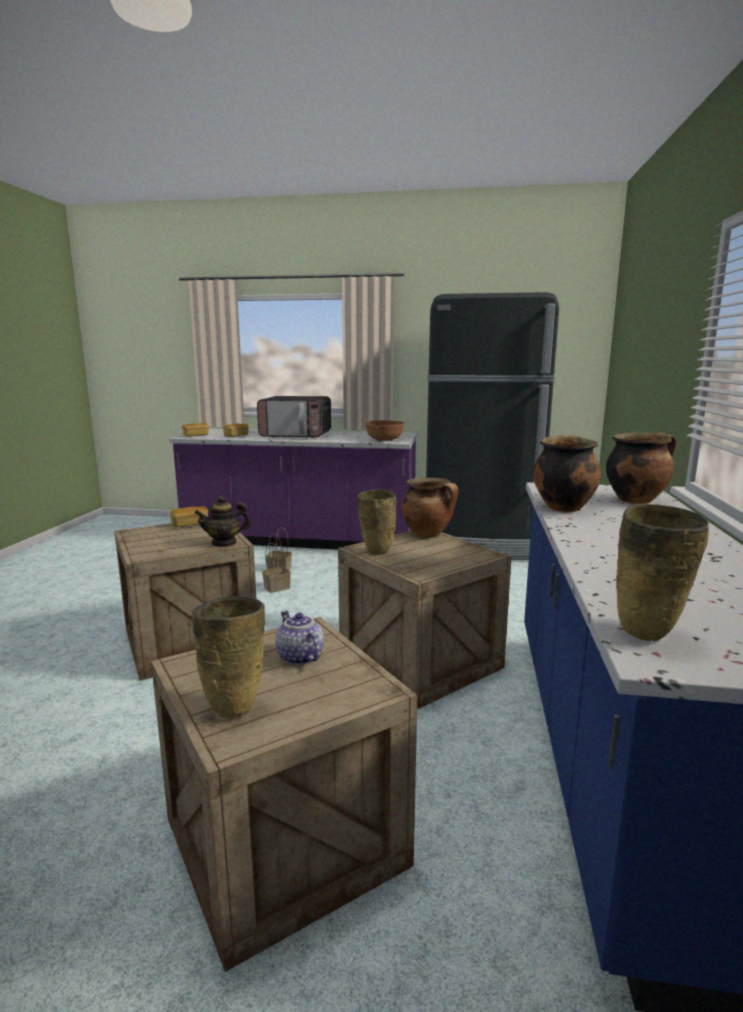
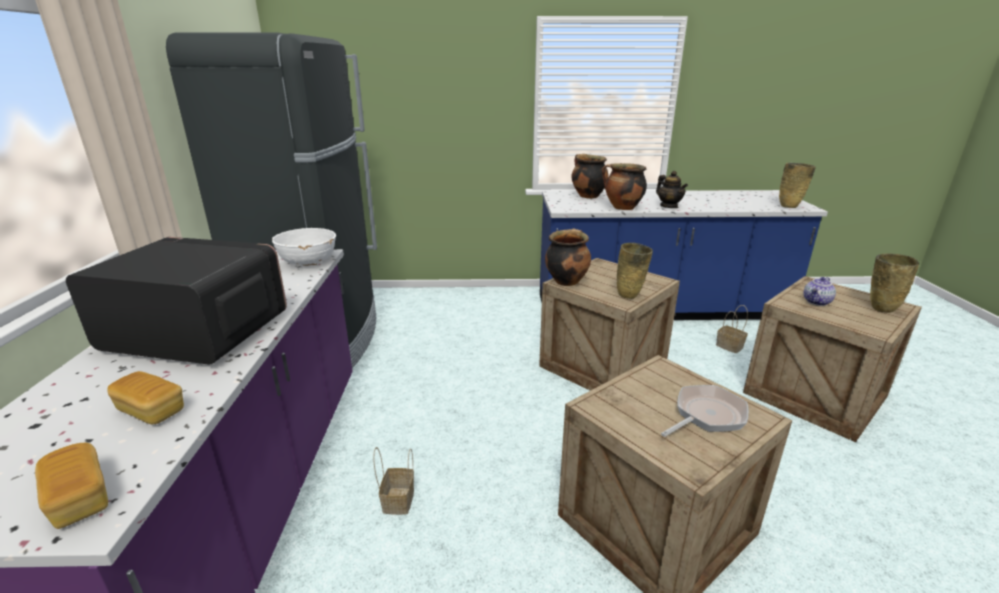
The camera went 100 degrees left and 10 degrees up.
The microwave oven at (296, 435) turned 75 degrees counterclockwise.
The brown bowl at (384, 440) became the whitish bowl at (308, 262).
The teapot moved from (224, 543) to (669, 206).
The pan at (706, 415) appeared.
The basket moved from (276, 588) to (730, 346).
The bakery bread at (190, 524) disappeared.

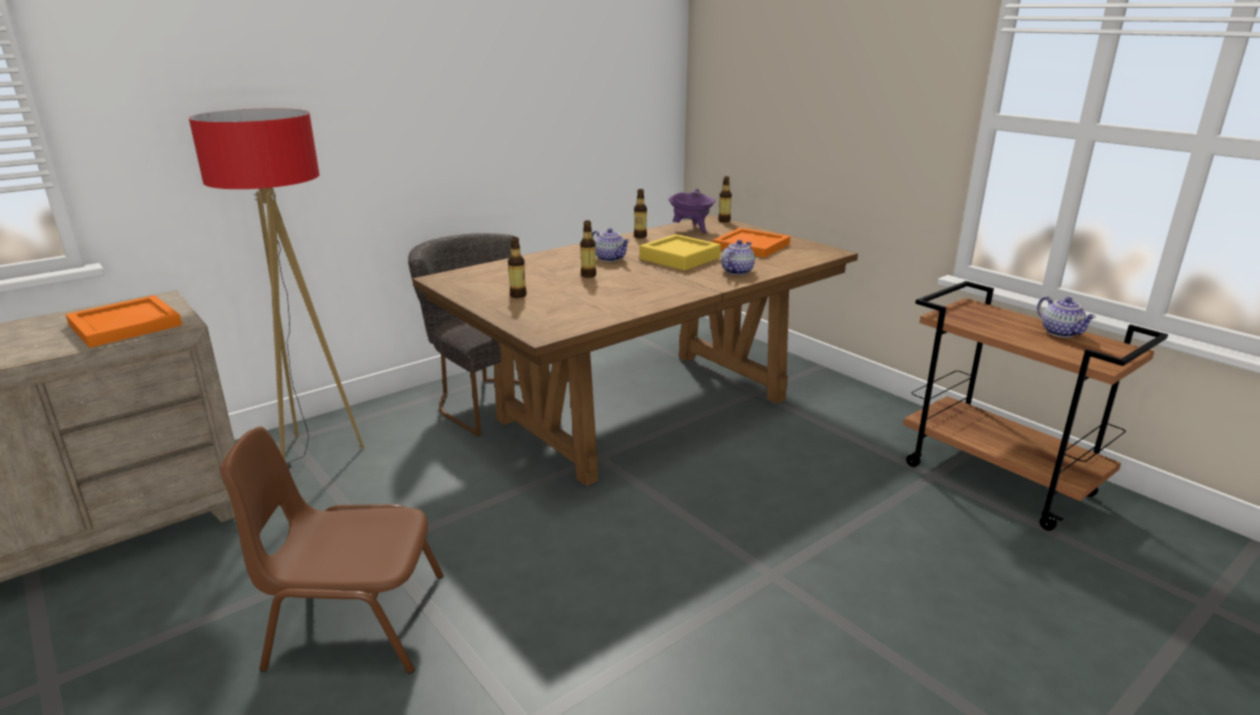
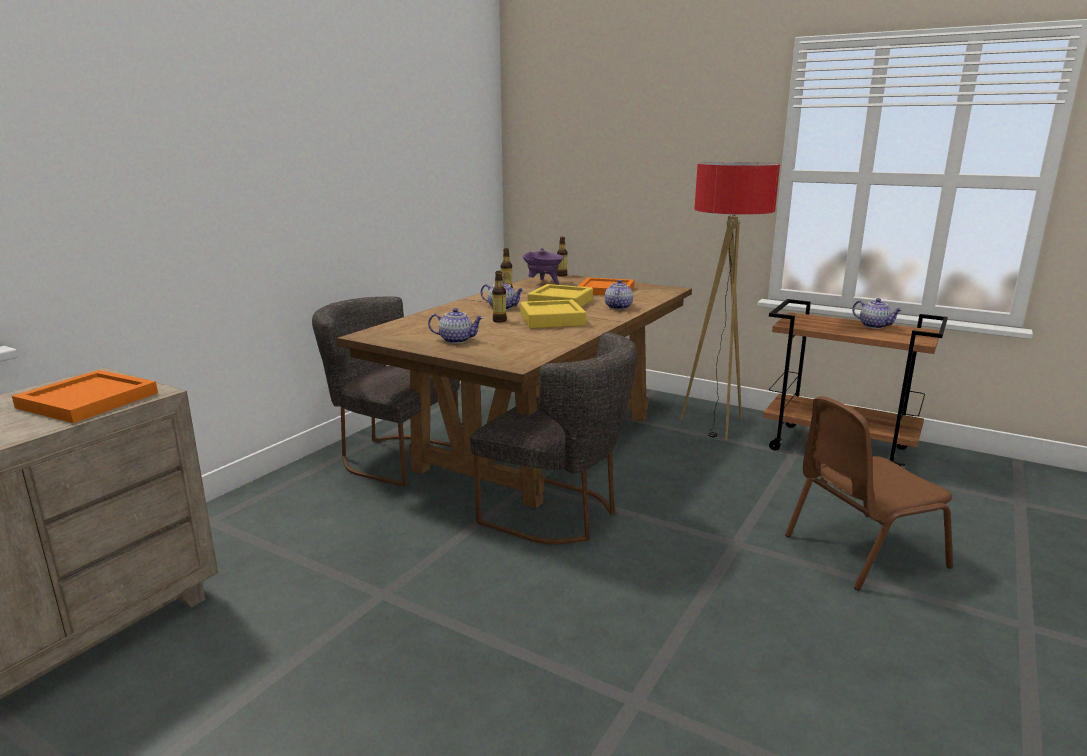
The camera went 20 degrees left and 5 degrees down.
The bottle at (518, 295) was replaced by the teapot at (457, 340).
The greyish plain chair at (558, 514) appeared.
The yellowish tray at (552, 320) appeared.
The standard lamp moved from (314, 454) to (715, 426).
The brown plain chair moved from (355, 621) to (861, 550).

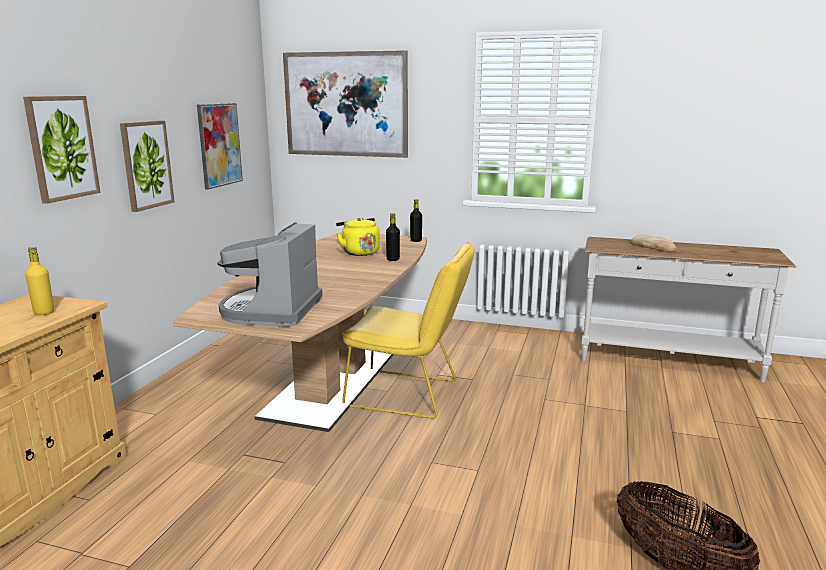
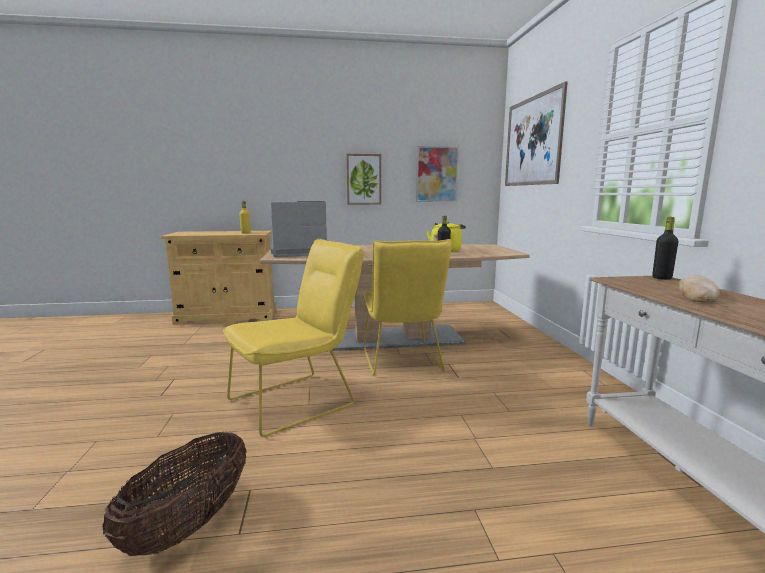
The camera went 65 degrees right and 5 degrees down.
The yellowish plain chair at (299, 400) appeared.
The black-coloured bottle moved from (416, 240) to (662, 278).
The picture at (62, 148) disappeared.

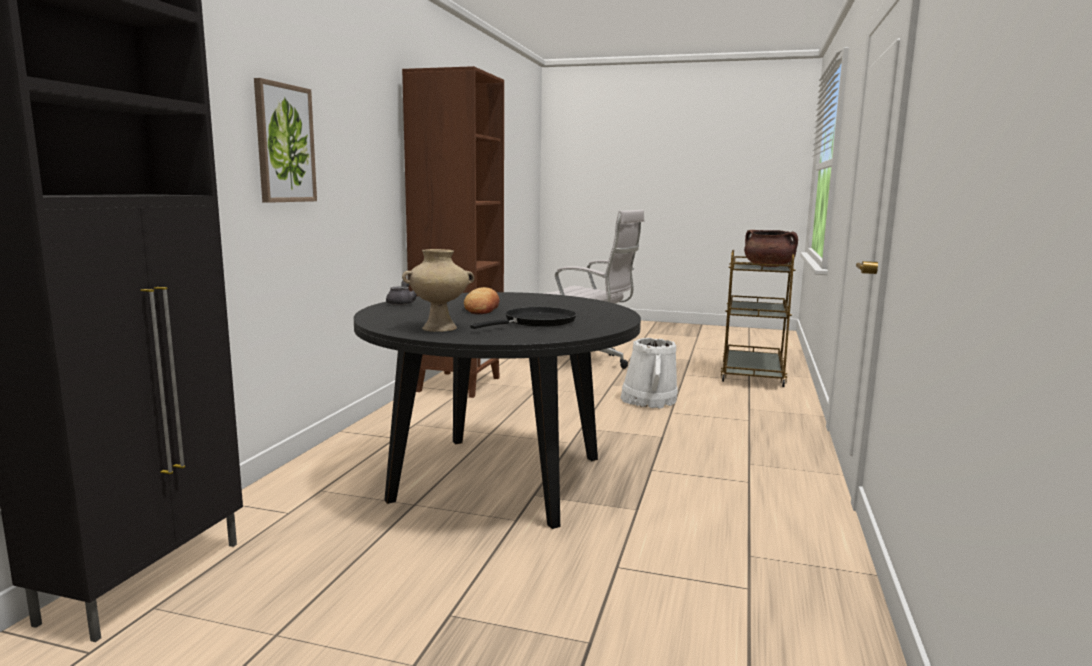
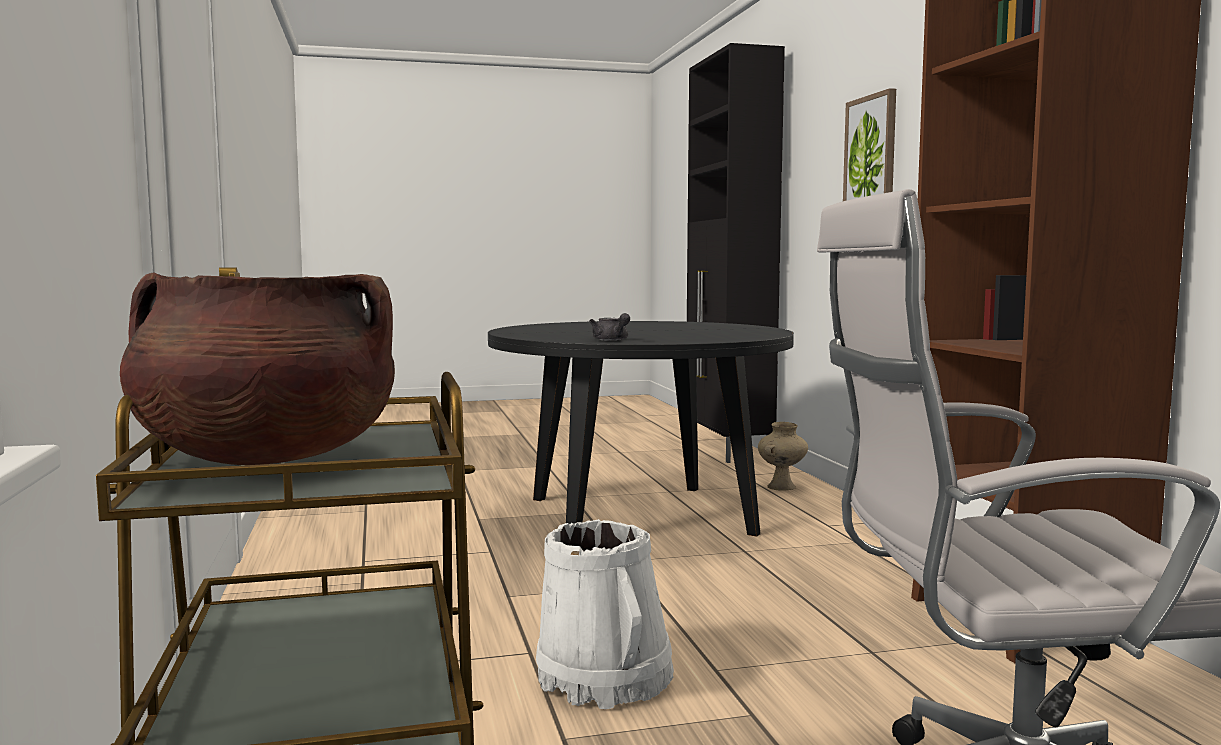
The camera went 150 degrees right and 5 degrees down.
The greyish teapot moved from (402, 303) to (612, 340).
The sand-coloured decorative vase moved from (440, 328) to (781, 487).
The bakery bread at (483, 308) disappeared.
The black-coloured pan at (536, 322) disappeared.

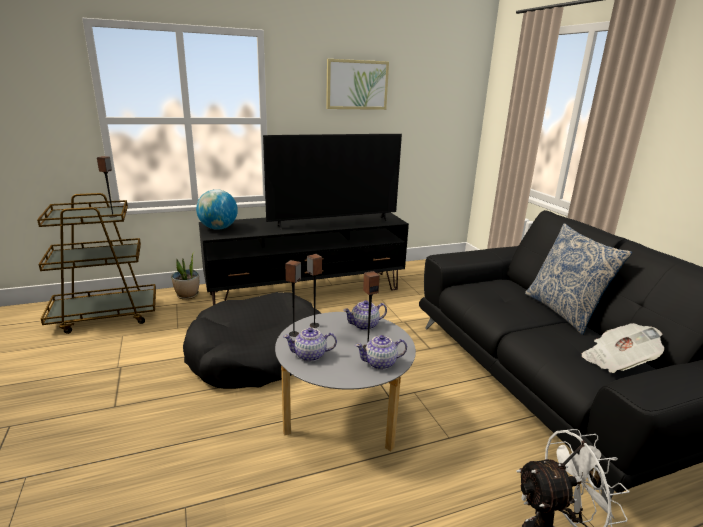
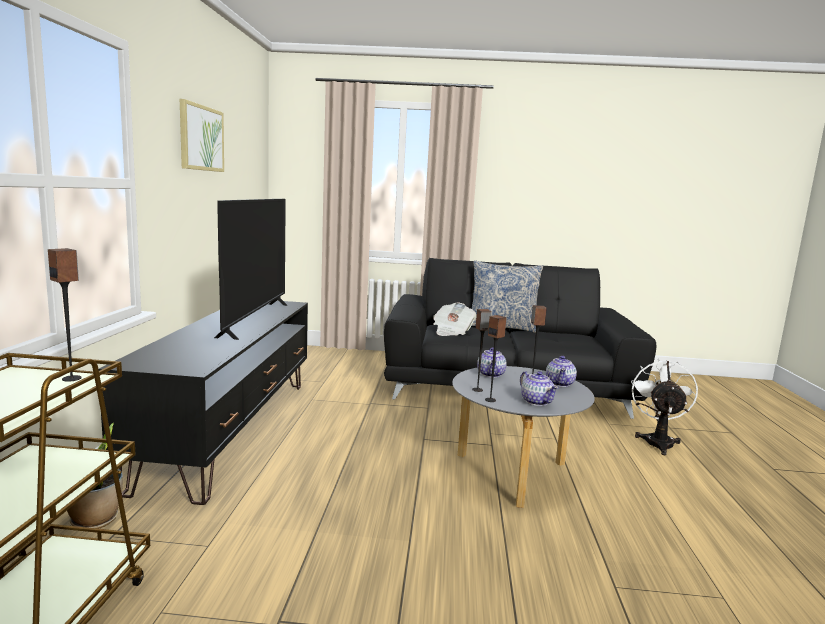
The camera went 65 degrees left and 10 degrees down.
The newspaper moved from (617, 362) to (452, 331).
The teapot at (310, 355) turned 45 degrees counterclockwise.
The black-coloured pet bed at (257, 355) disappeared.
The desk globe at (218, 228) disappeared.

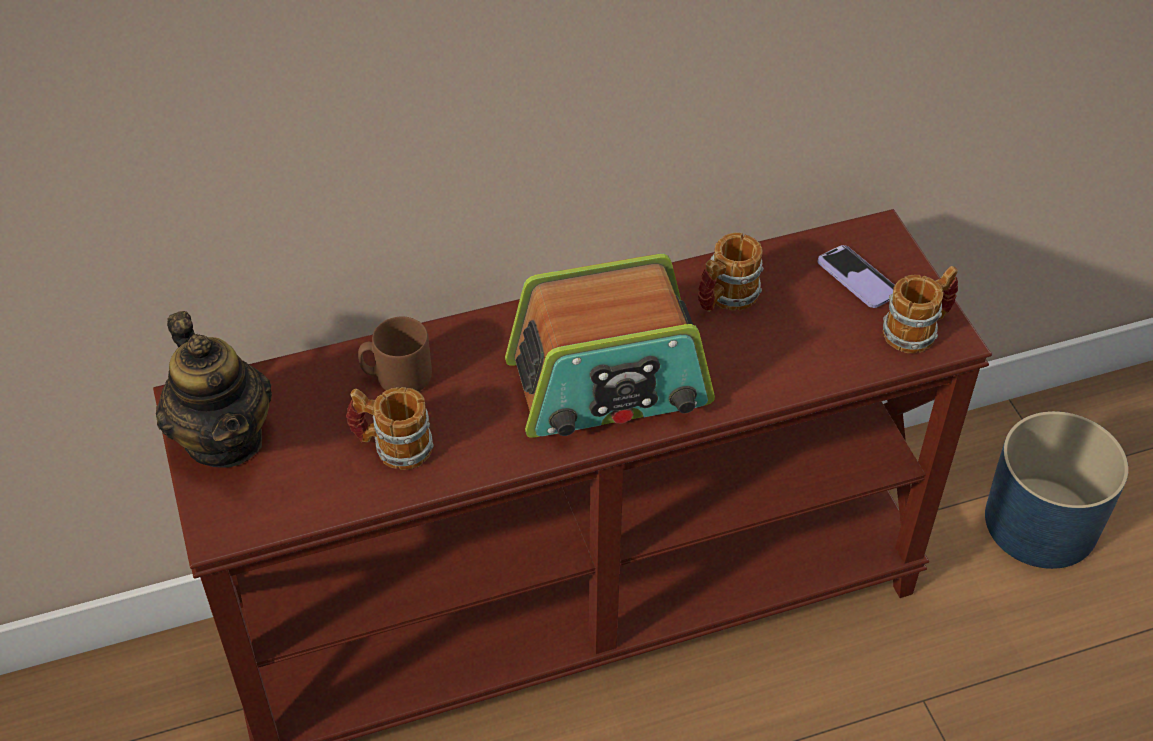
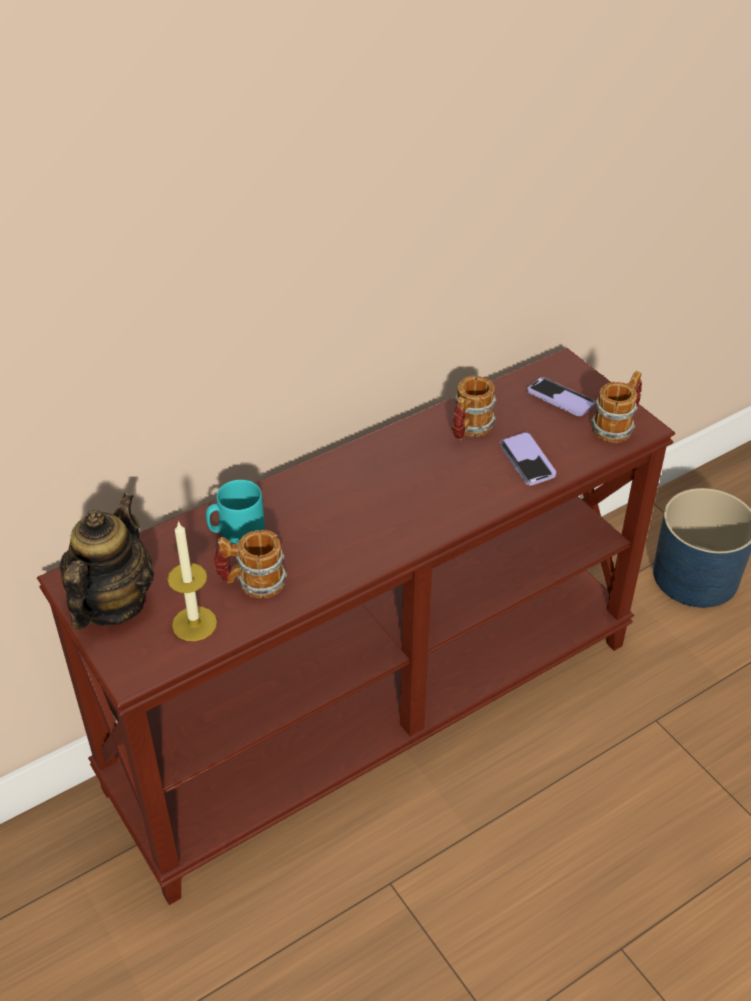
The camera went 15 degrees left and 5 degrees down.
The teapot at (225, 439) turned 120 degrees counterclockwise.
The wax light at (194, 624) appeared.
The brown mug at (397, 376) became the turquoise-coloured mug at (236, 531).
The phone at (527, 461) appeared.
The radio set at (609, 385) disappeared.

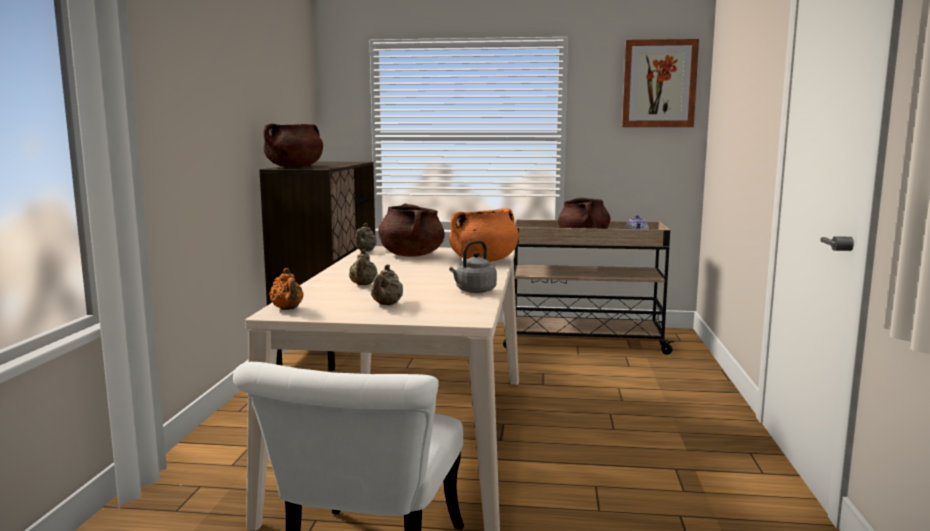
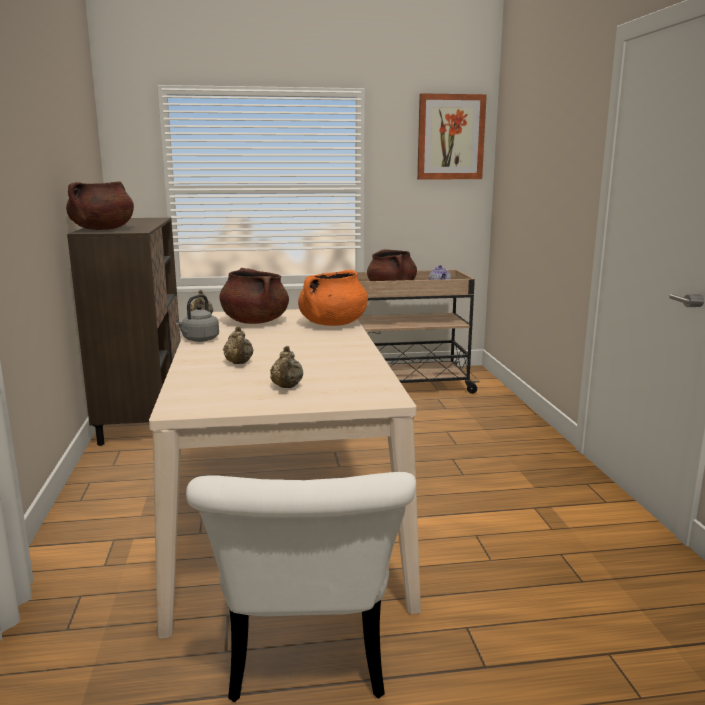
The camera went 15 degrees left and 5 degrees up.
The greyish tea kettle moved from (474, 291) to (199, 340).
The orange-coloured teapot at (287, 309) disappeared.

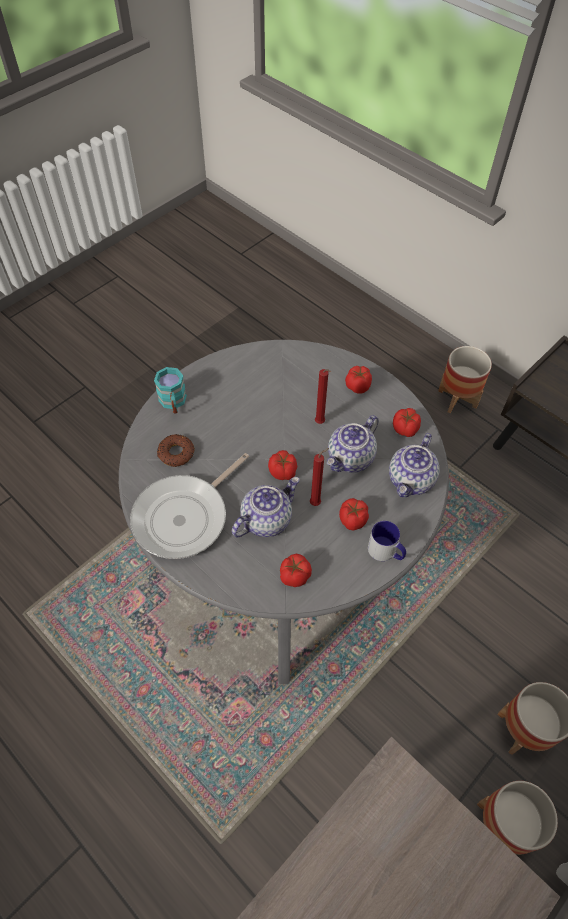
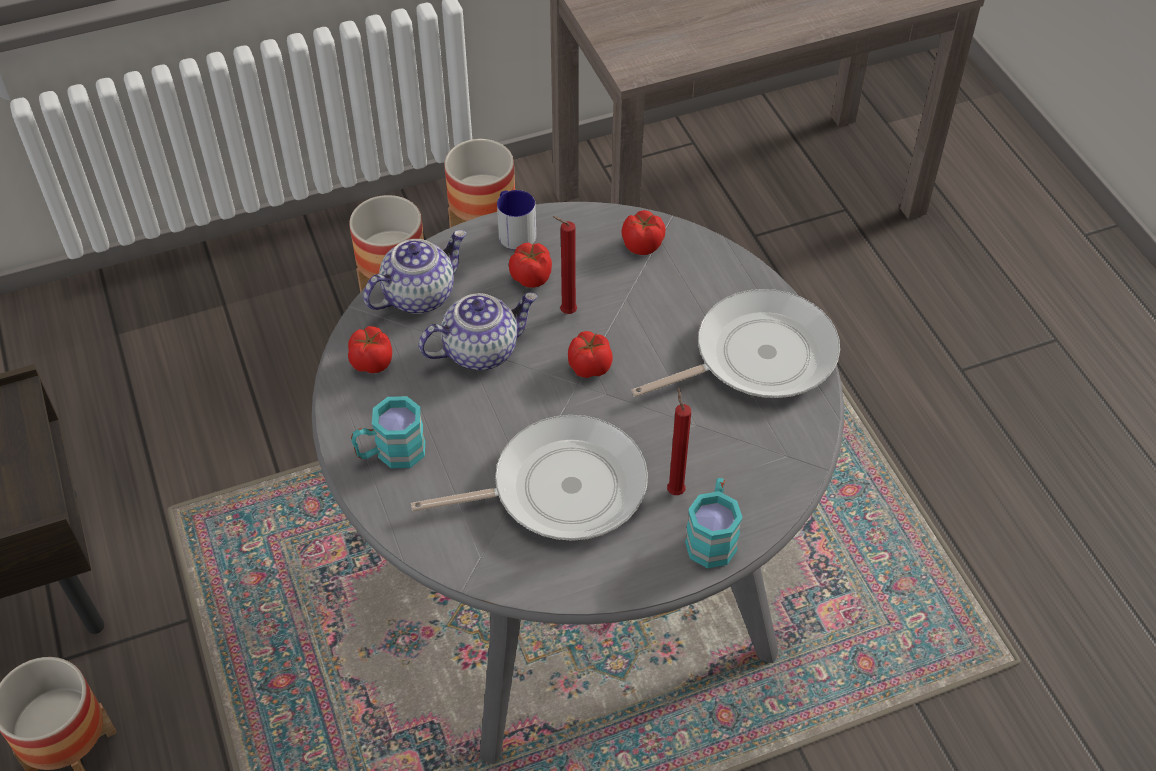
The camera went 155 degrees left and 5 degrees down.
The fresh tomato at (358, 386) was replaced by the turquoise-coloured mug at (391, 453).
The pan at (559, 488) appeared.
The reddish wax light moved from (320, 423) to (675, 489).
The ring doughnut at (176, 453) disappeared.
The teapot at (266, 519) disappeared.

